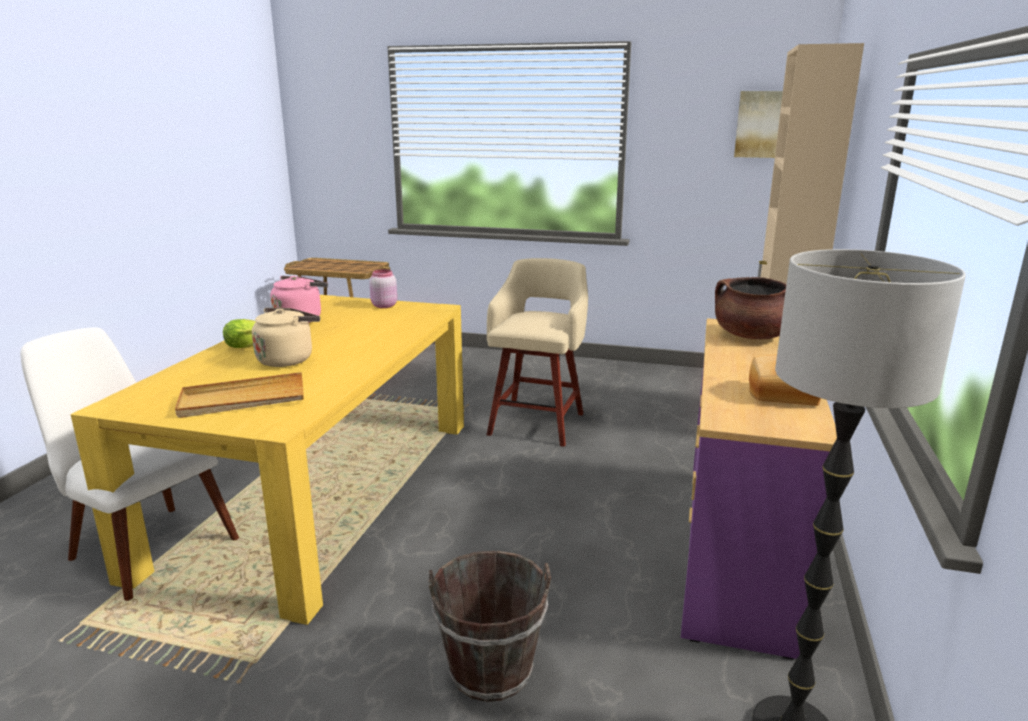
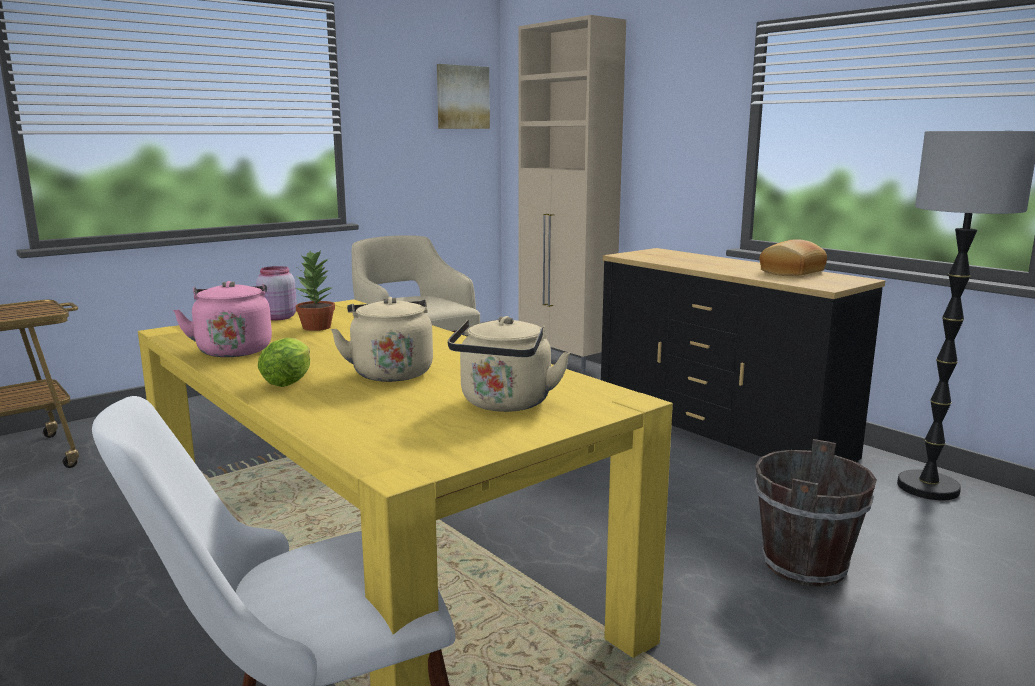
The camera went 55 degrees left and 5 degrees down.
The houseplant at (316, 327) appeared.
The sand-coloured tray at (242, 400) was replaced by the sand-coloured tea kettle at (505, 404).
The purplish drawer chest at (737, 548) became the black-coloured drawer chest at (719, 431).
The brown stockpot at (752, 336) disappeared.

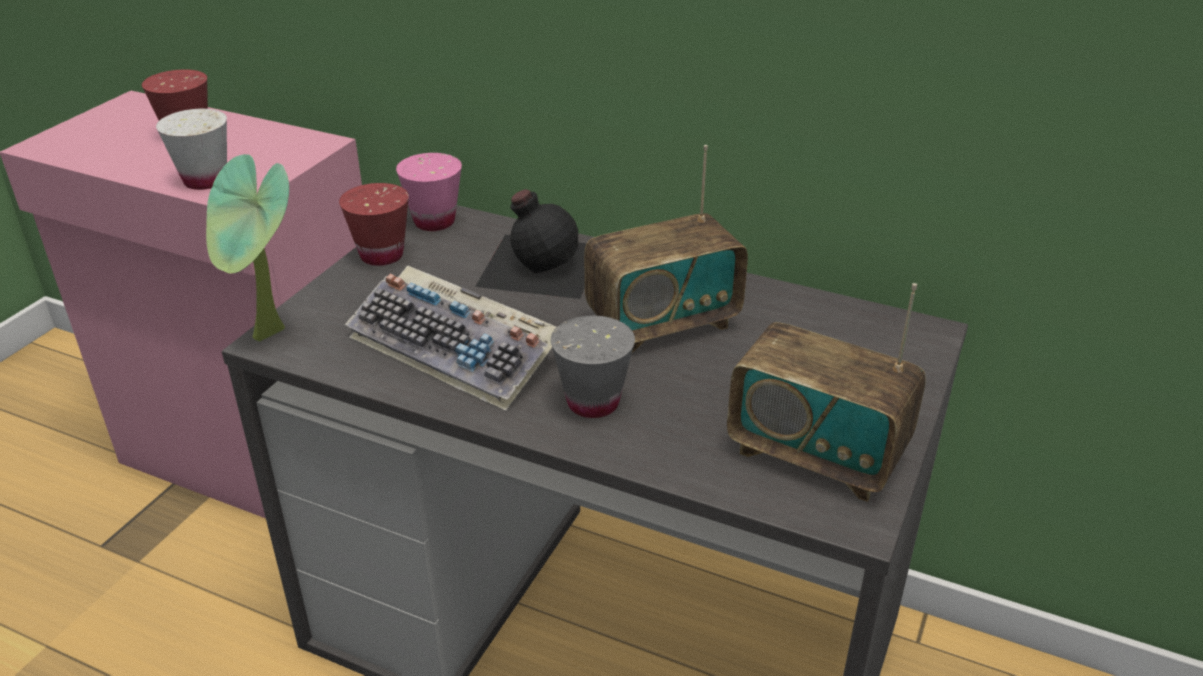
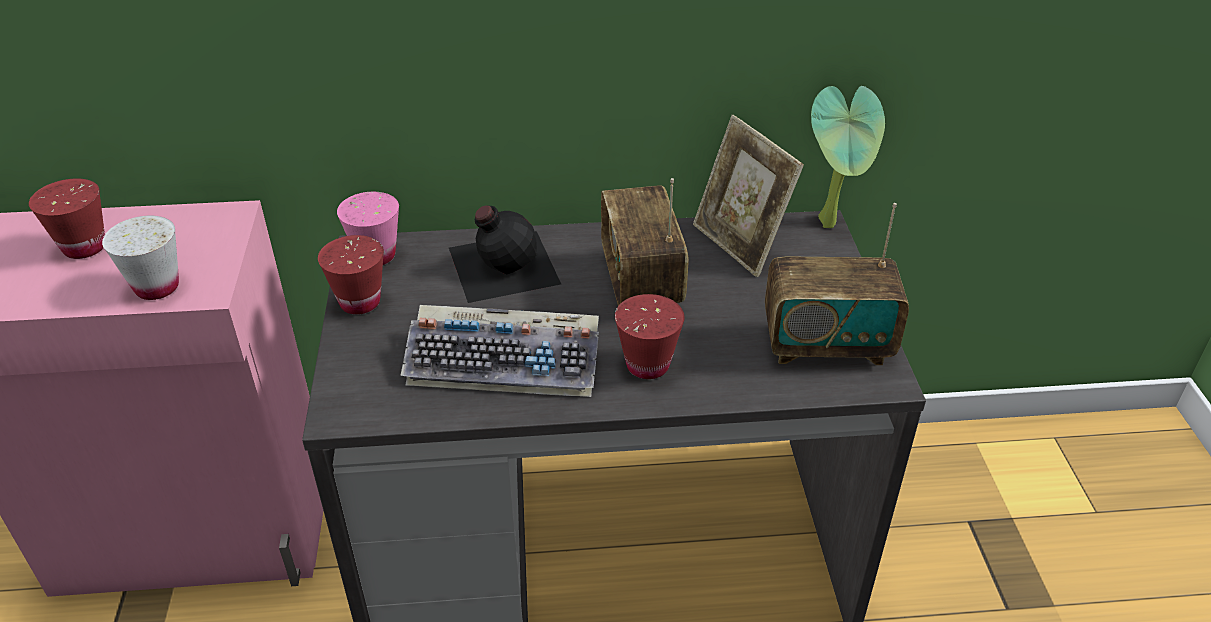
The camera went 30 degrees left and 5 degrees up.
The radio set at (662, 324) turned 135 degrees clockwise.
The greyish small cup at (593, 402) became the reddish small cup at (647, 365).
The picture frame at (740, 244) appeared.
The houseplant moved from (269, 337) to (832, 223).

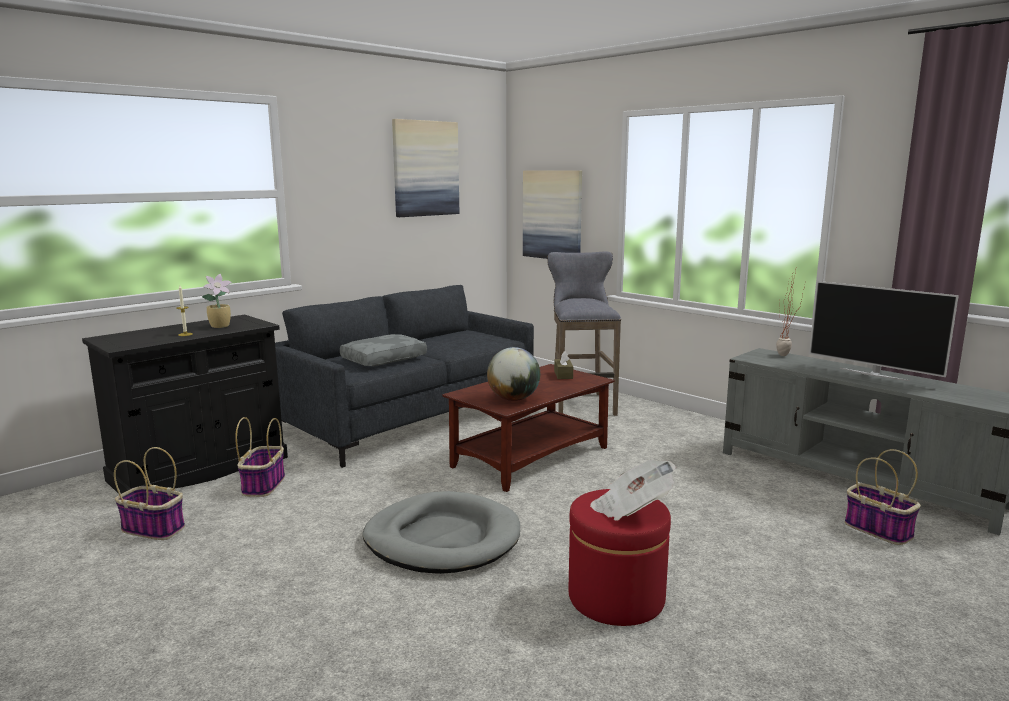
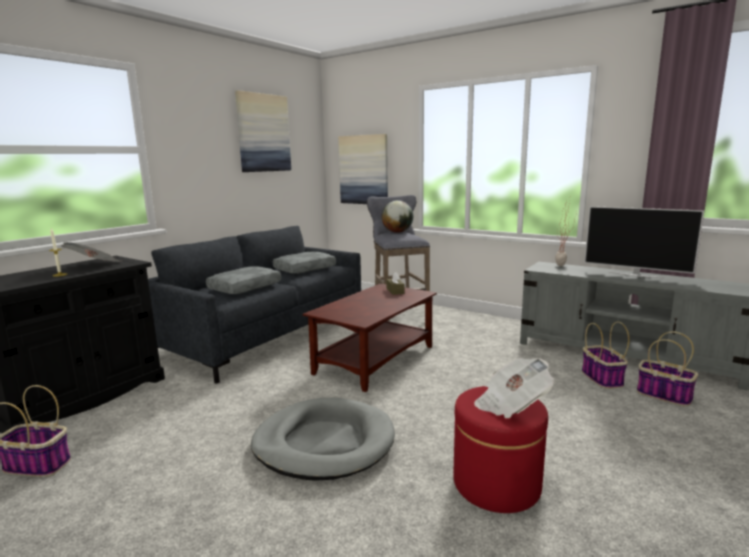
The camera went 10 degrees left and 0 degrees up.
The houseplant at (221, 326) was replaced by the newspaper at (95, 266).
The greyish throw pillow at (304, 269) appeared.
The desk globe moved from (513, 399) to (397, 232).
The basket moved from (263, 485) to (601, 378).

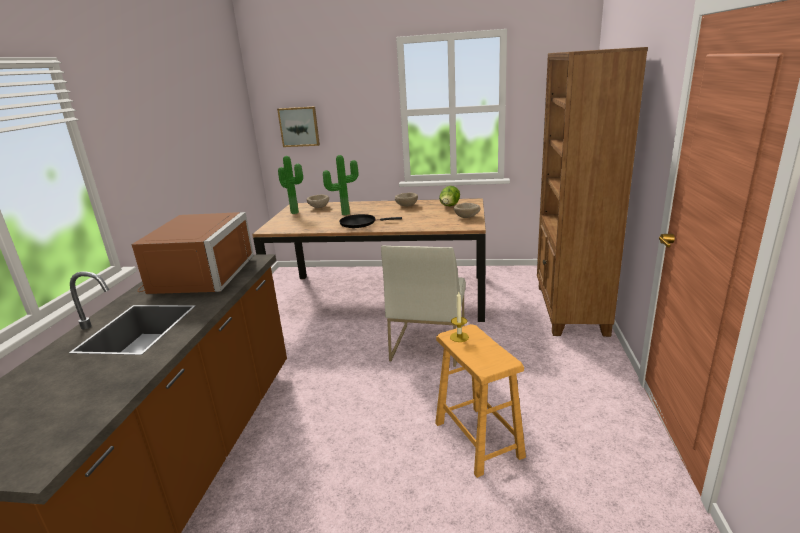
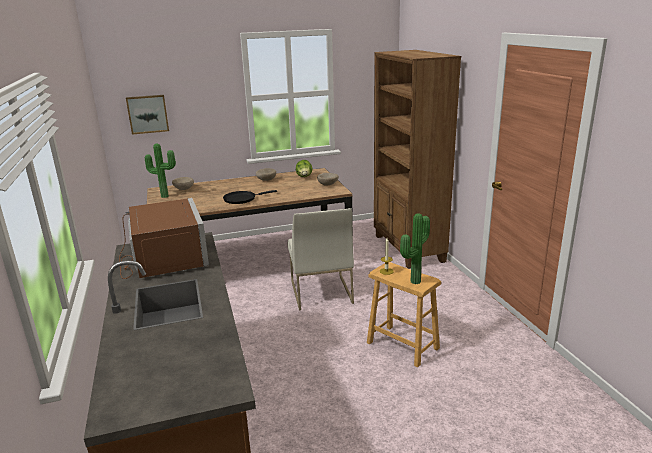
The camera went 25 degrees left and 0 degrees up.
The houseplant moved from (345, 213) to (413, 281).

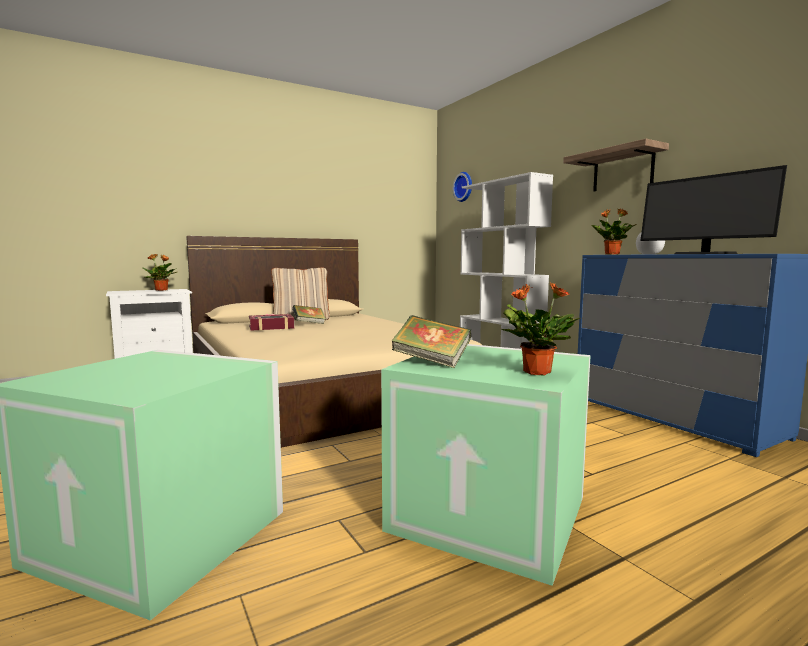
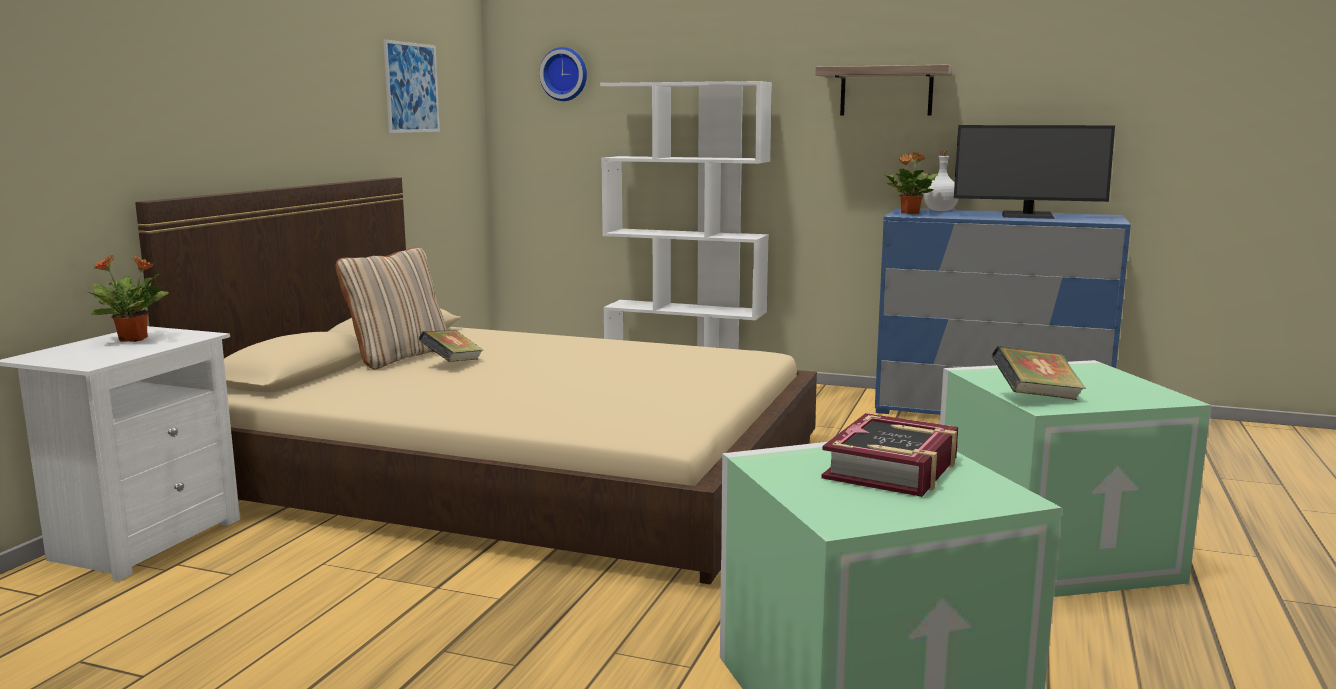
The camera went 40 degrees left and 5 degrees up.
The picture at (411, 87) appeared.
The volume moved from (271, 327) to (892, 469).
The houseplant at (535, 372) disappeared.

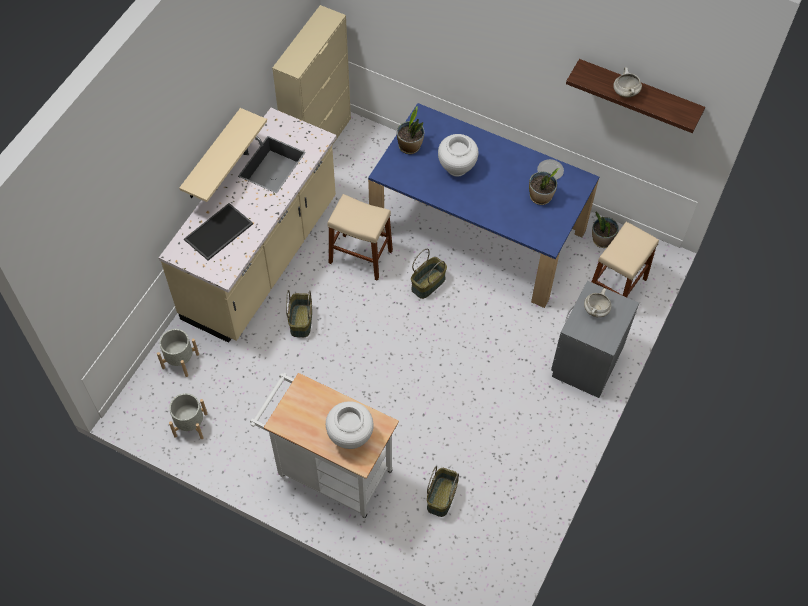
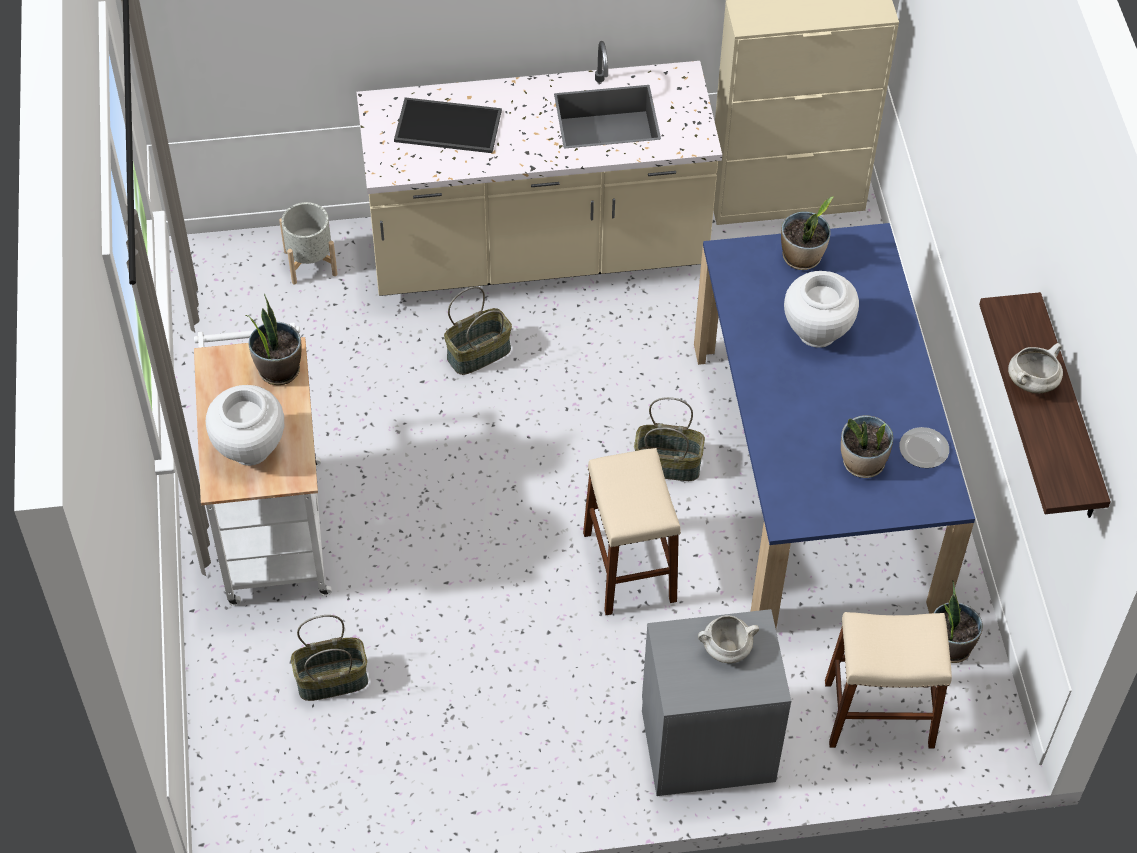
The camera went 55 degrees right and 5 degrees down.
The houseplant at (278, 369) appeared.
The sand-coloured stool seat moved from (360, 257) to (629, 567).
The greyish plant pot at (190, 425) disappeared.
The sand-coloured wall shelf at (212, 156) disappeared.

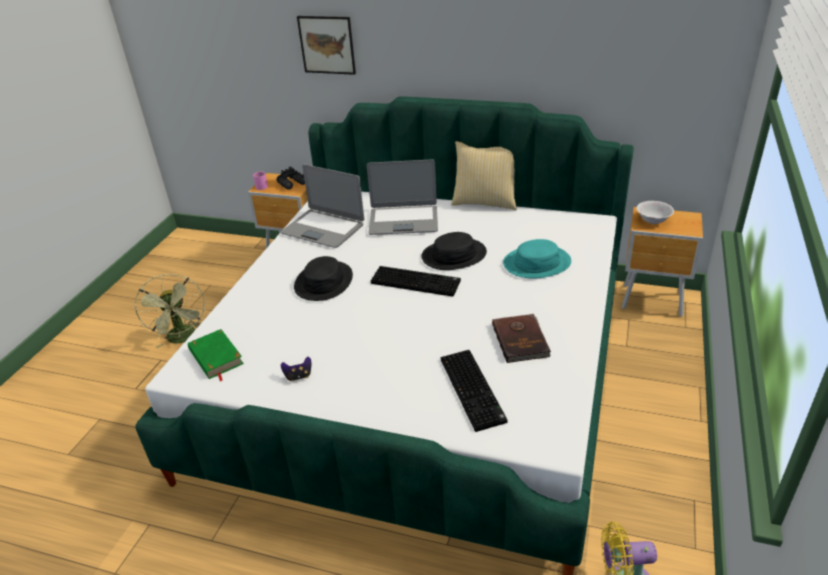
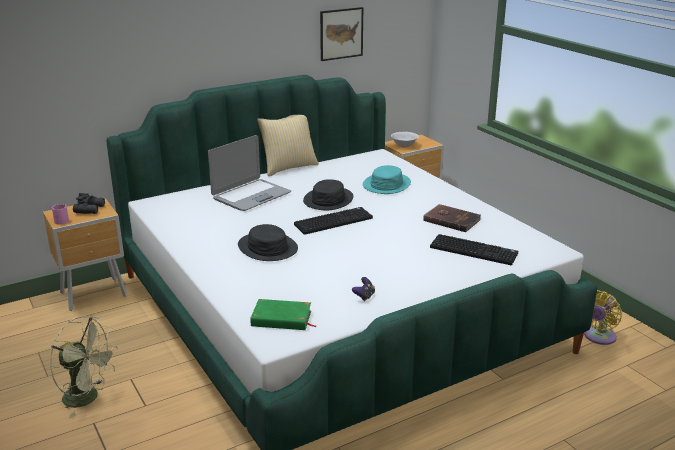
The camera went 50 degrees left and 10 degrees down.
The picture moved from (327, 45) to (341, 33).
The laptop at (323, 229) disappeared.

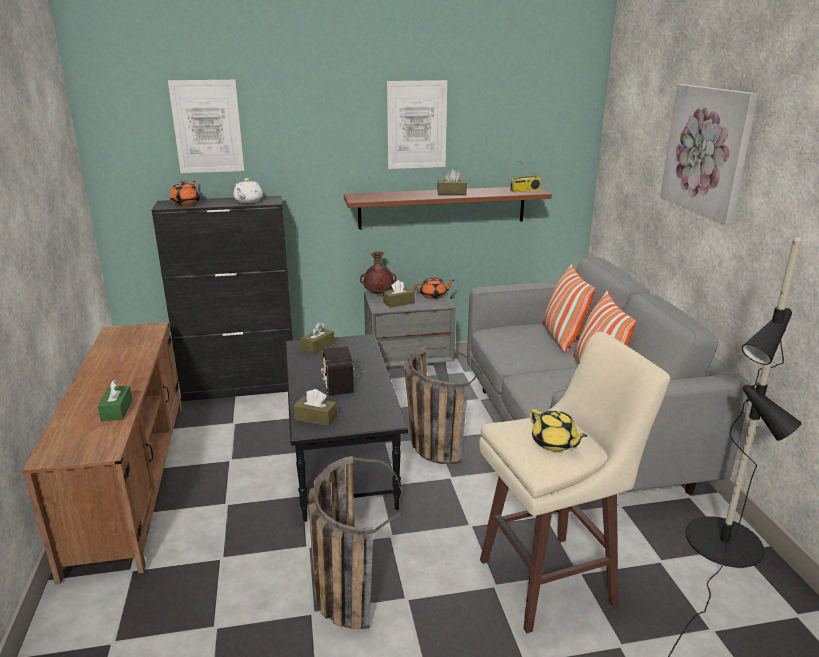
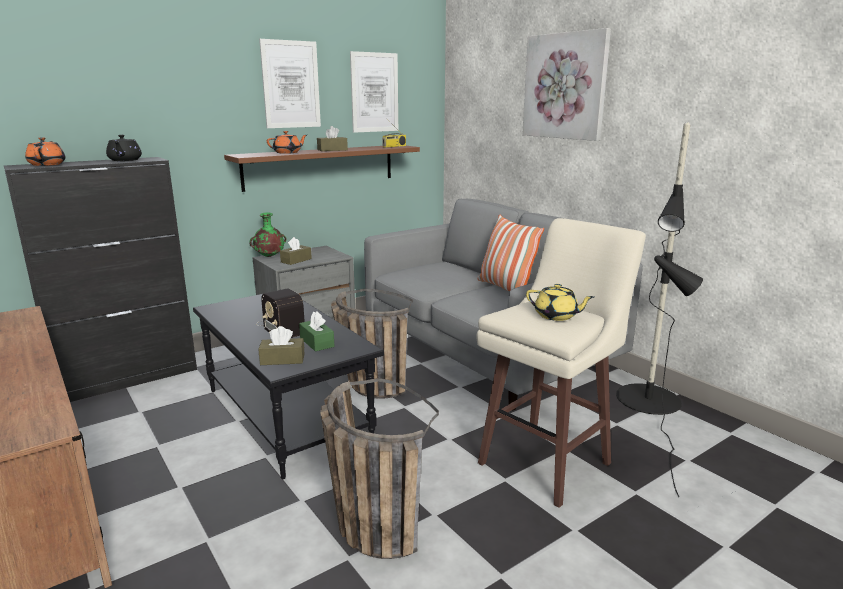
The camera went 25 degrees left and 5 degrees down.
The whitish teapot at (248, 201) became the black-coloured teapot at (125, 160).
The brown decorative vase at (378, 294) became the greenish decorative vase at (269, 257).
The orange-coloured teapot moved from (434, 296) to (288, 153).
The greenish box of tissues moved from (117, 410) to (317, 342).
The picture moved from (207, 127) to (374, 92).
The brown box of tissues at (318, 346) disappeared.
The throw pillow at (562, 338) disappeared.

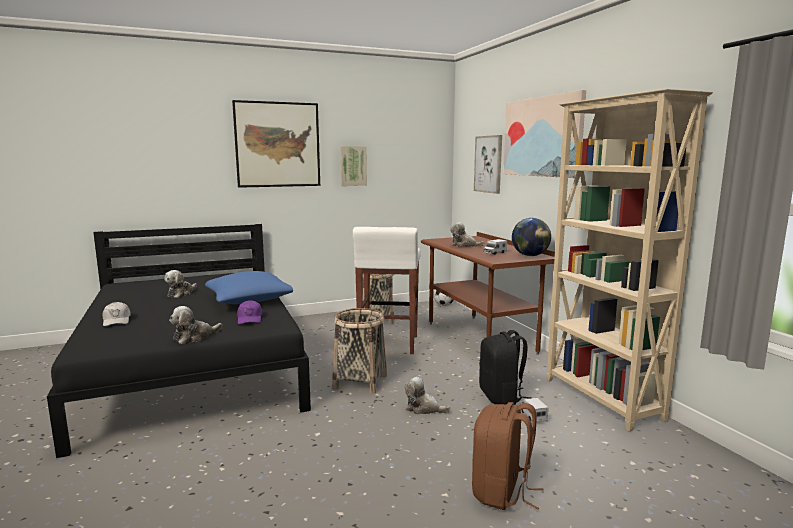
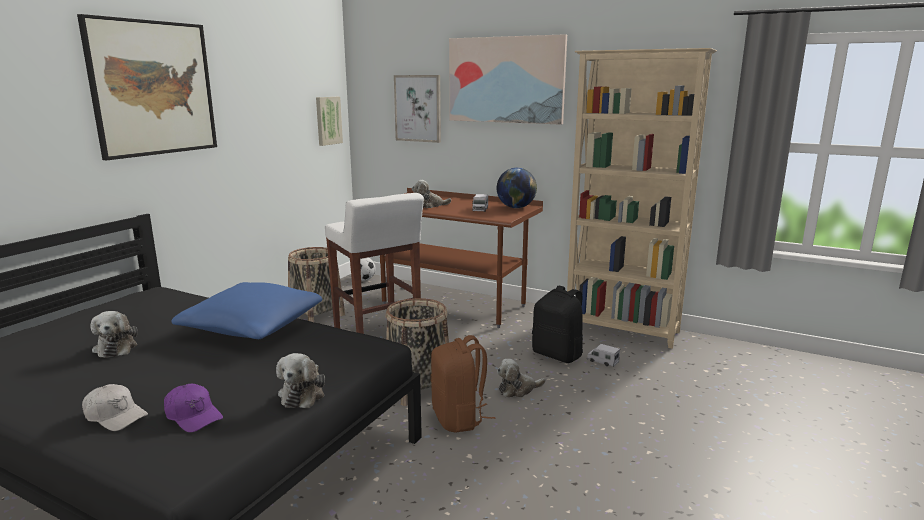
The camera went 40 degrees left and 5 degrees up.
The purplish cap moved from (250, 319) to (193, 416).
The picture moved from (353, 166) to (328, 120).
The brown knapsack moved from (502, 492) to (459, 418).

